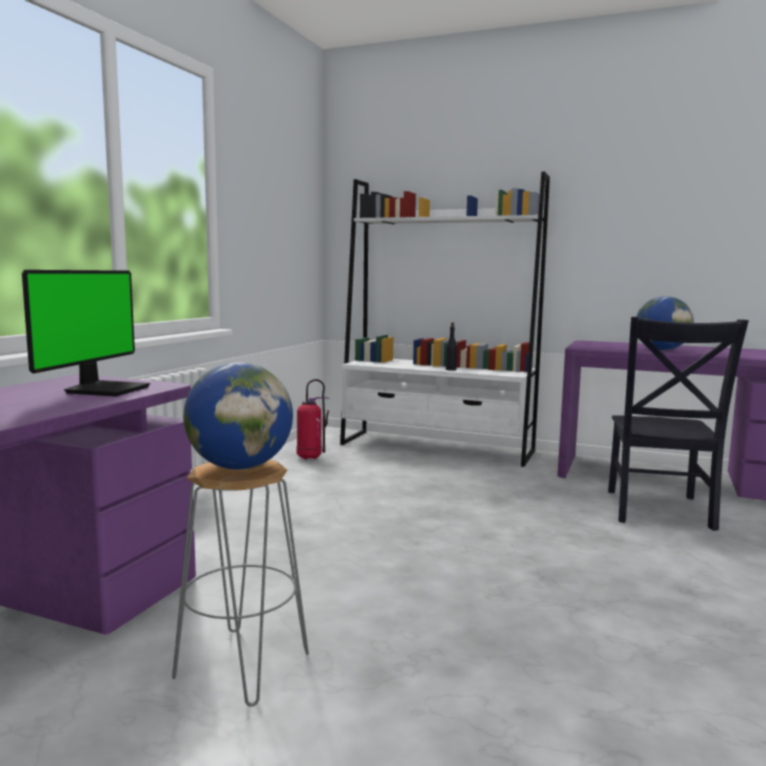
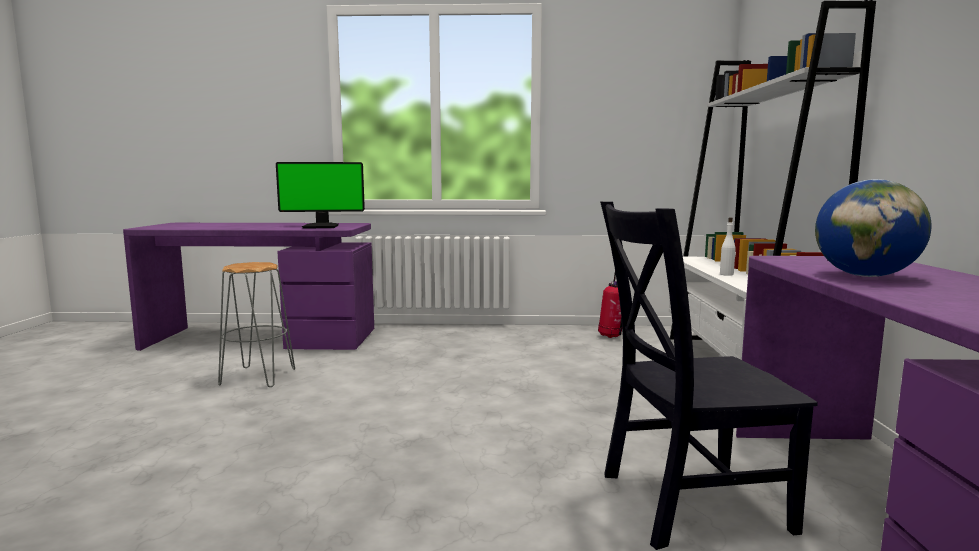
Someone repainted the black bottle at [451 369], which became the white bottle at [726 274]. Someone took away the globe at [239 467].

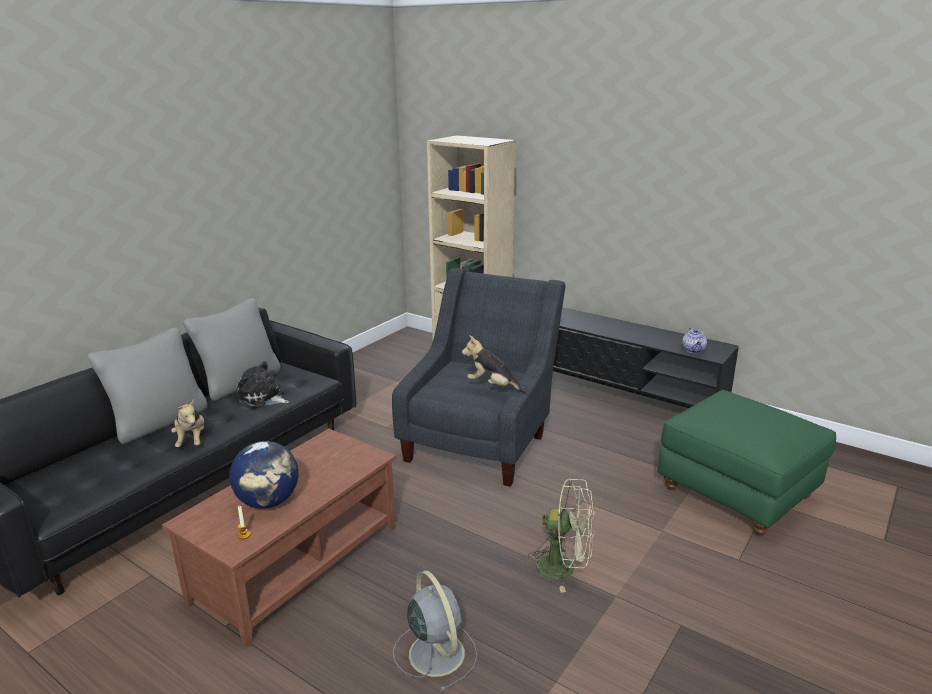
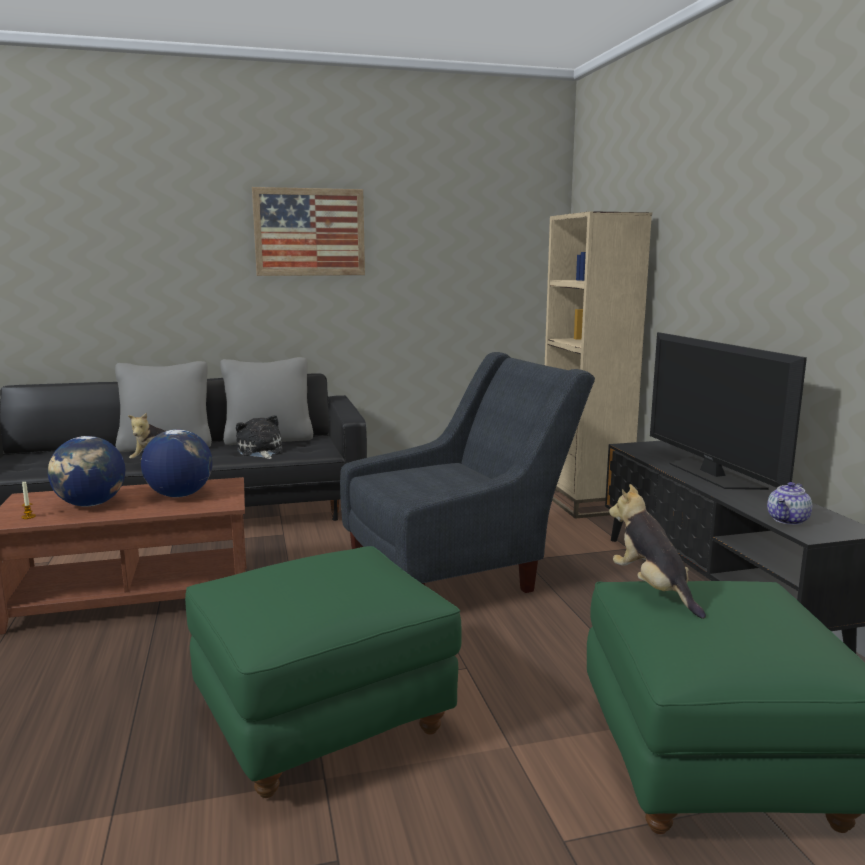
Someone put down the globe at [179 495]. Someone swapped the green fan at [564 568] for the green ottoman at [323 719]. Someone put up the picture at [309 232]. Someone carried the plush toy from [492 386] to [652 589]. Someone put down the television at [712 474]. Someone took away the grey fan at [435 652].

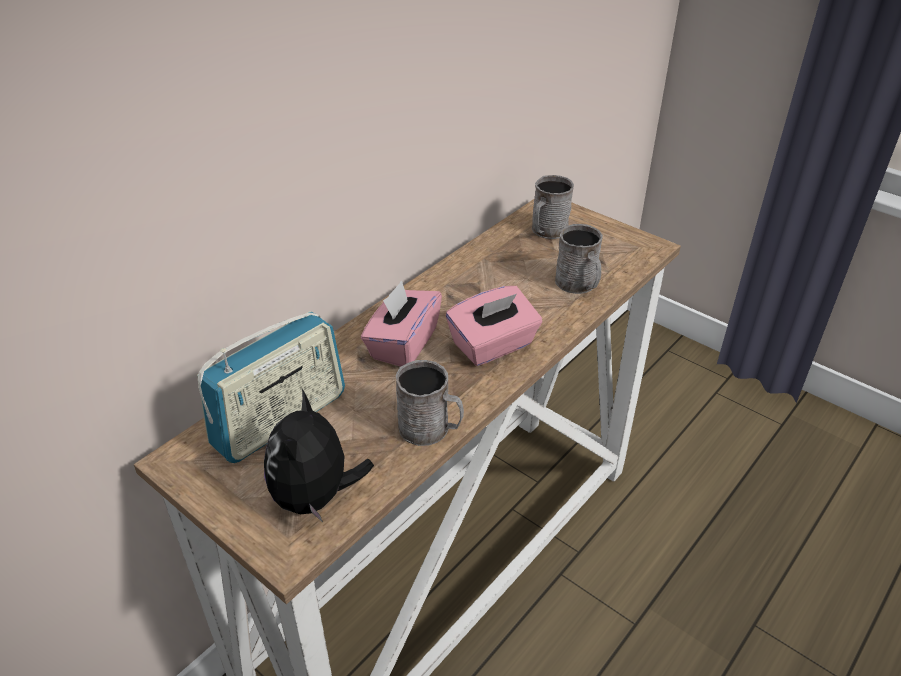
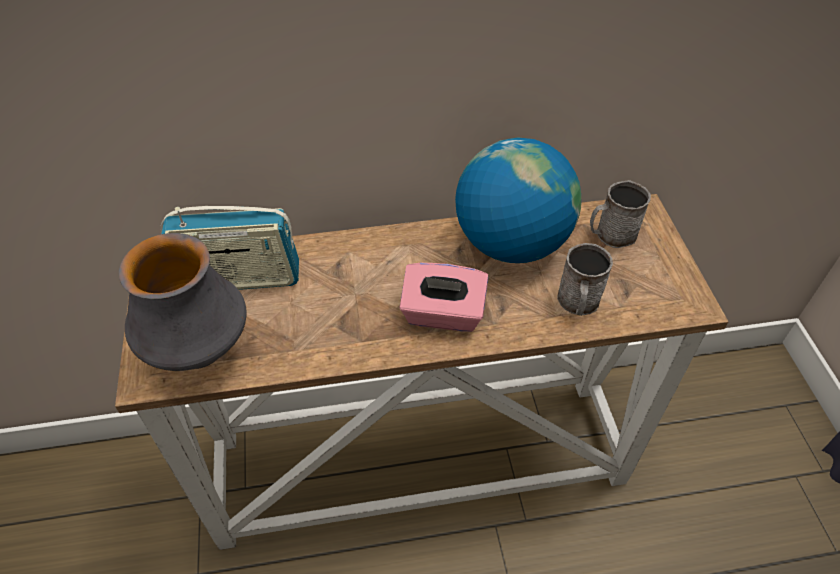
Someone swapped the plush toy at [316 497] for the vase at [199 352]. Someone put down the globe at [510 244]. Someone took away the pink tissue box at [403 344]. Someone took away the grey mug at [430 429].

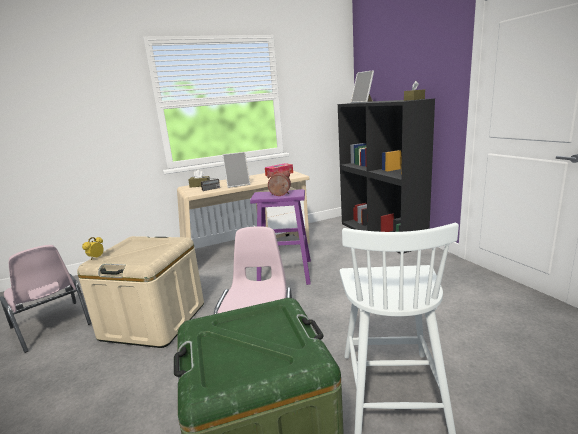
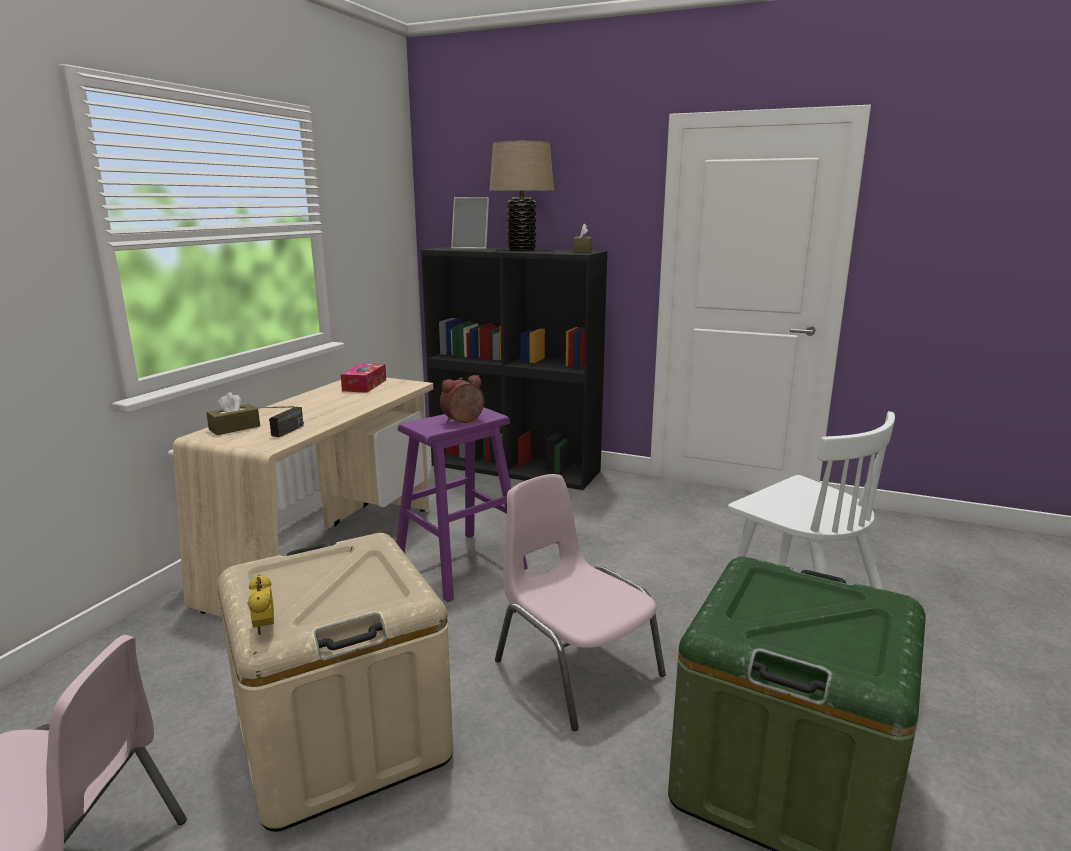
Someone put down the beige table lamp at [522 250]. Someone took away the picture frame at [238 184].

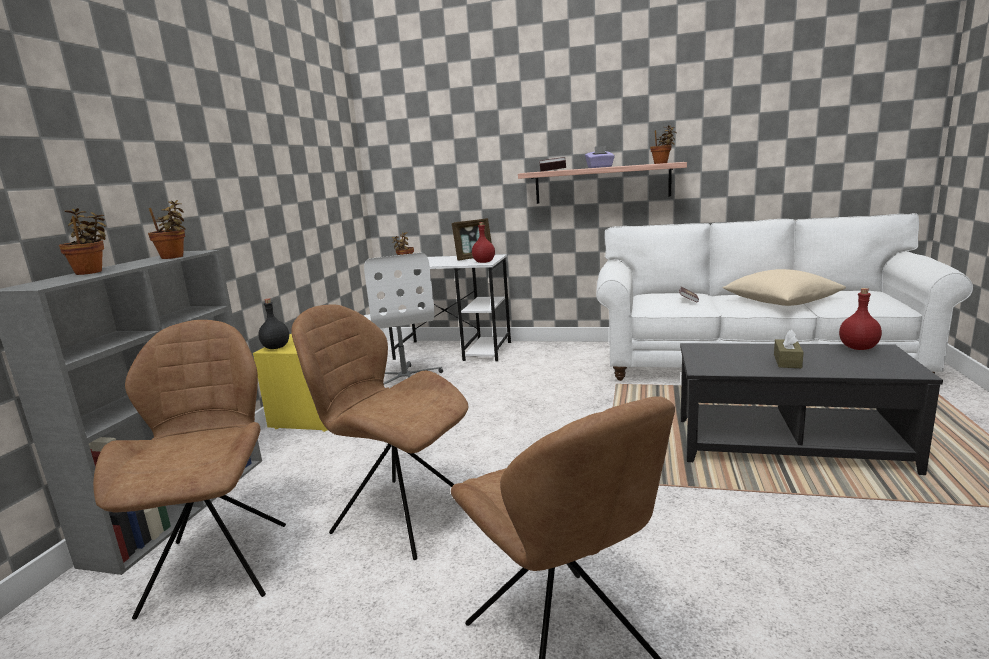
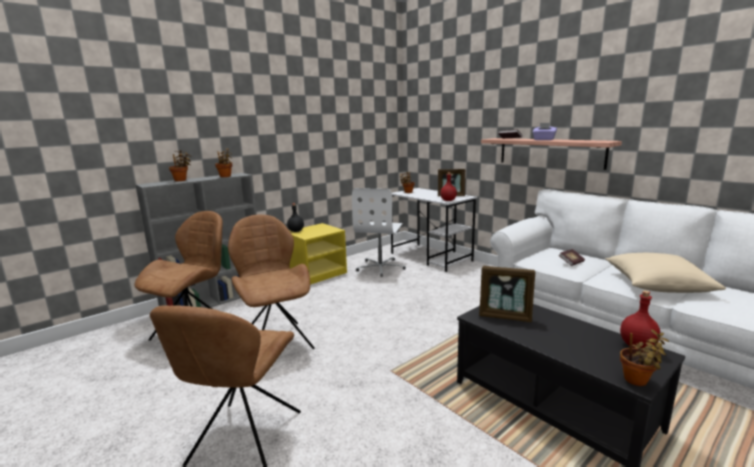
Someone put down the picture frame at [505 316]. Someone carried the potted plant from [662 163] to [638 381]. Someone took away the brown tissue box at [787 361].

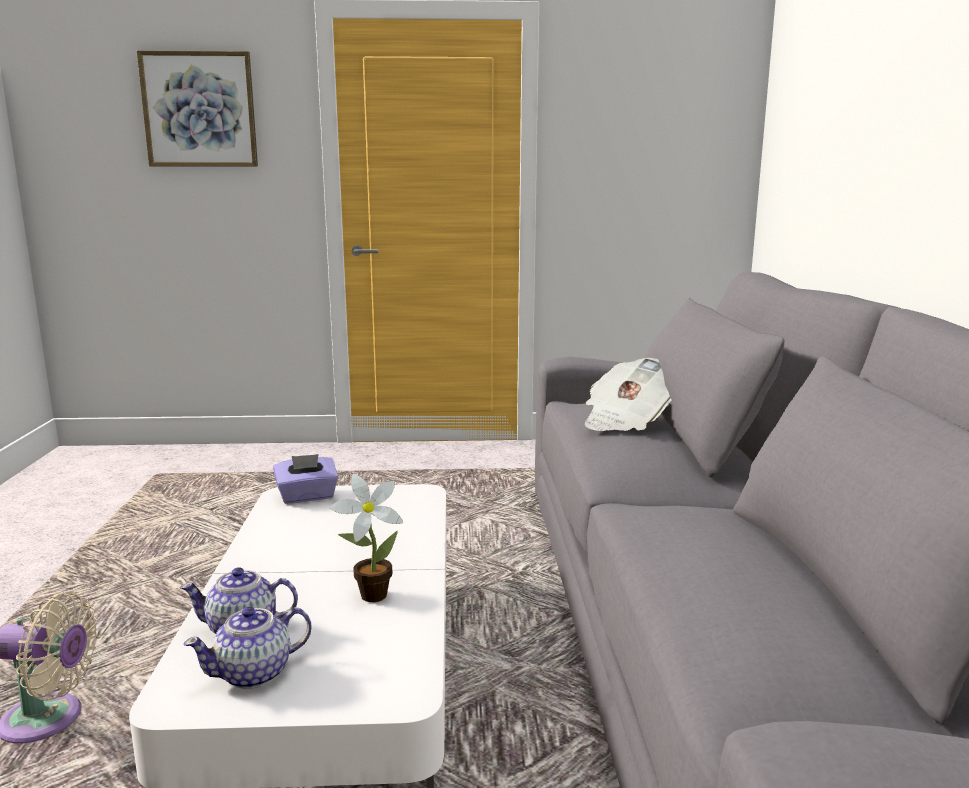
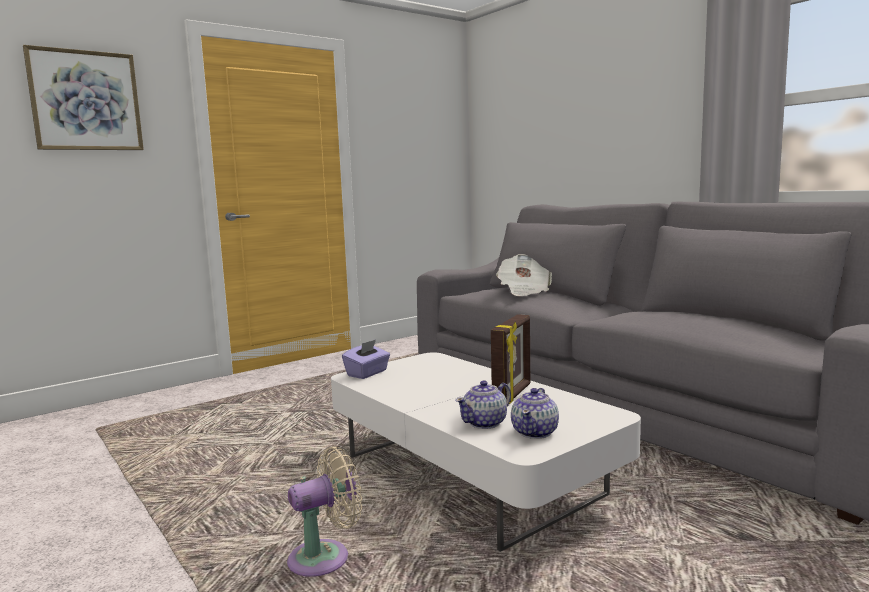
Someone swapped the potted plant at [369 595] for the picture frame at [513 395].

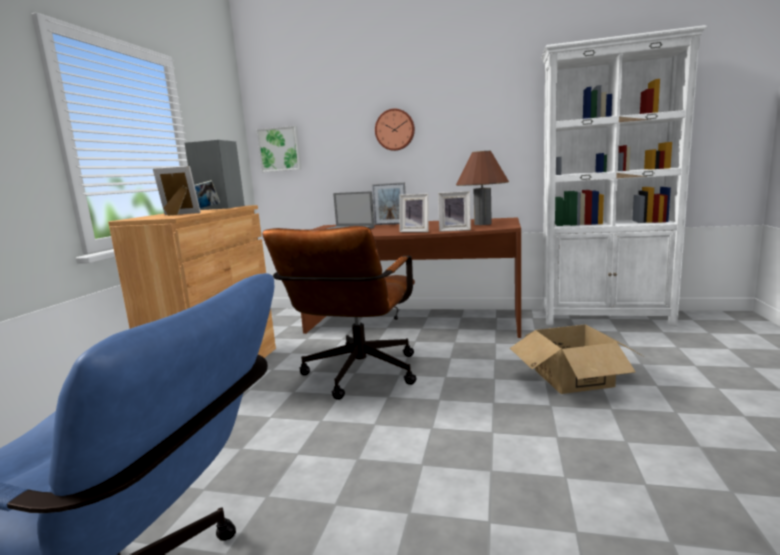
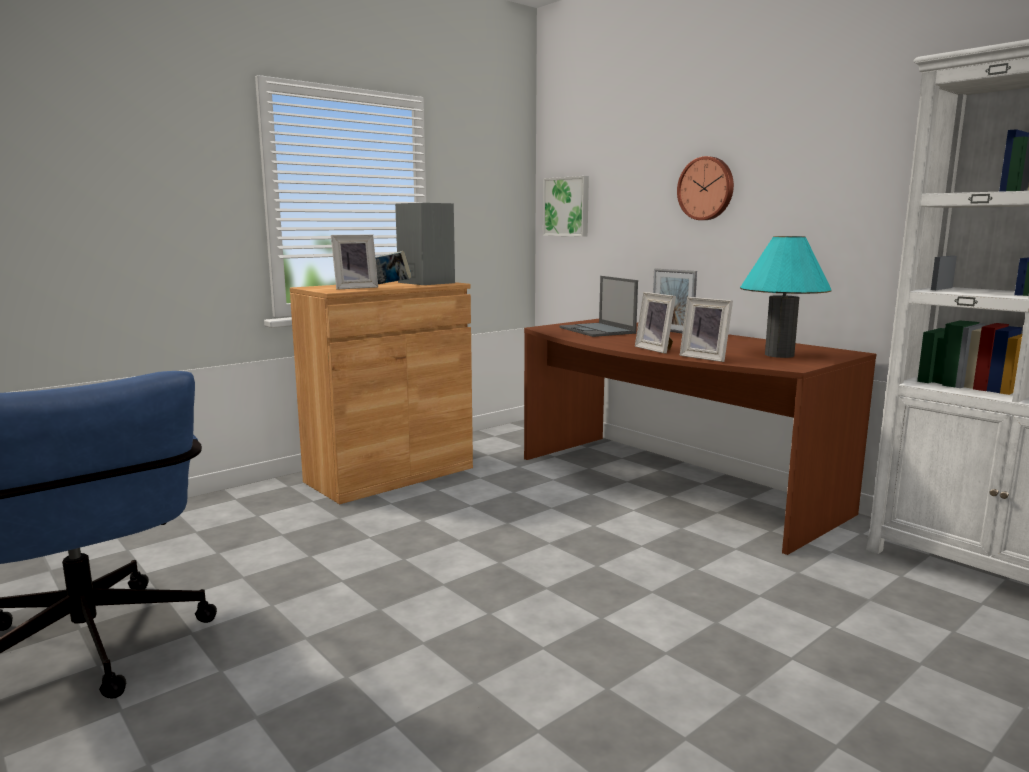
Someone rotated the picture frame at [178 214] by 105 degrees clockwise. Someone repainted the brown table lamp at [482 224], which became the turquoise table lamp at [779 355]. Someone took away the brown office chair at [357 377]. Someone took away the cardboard box at [572 378].

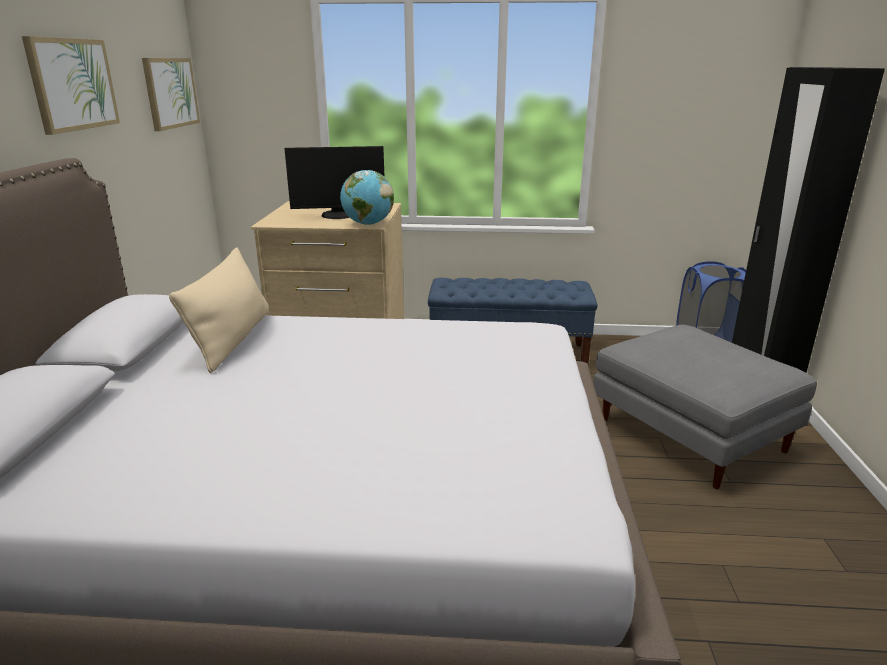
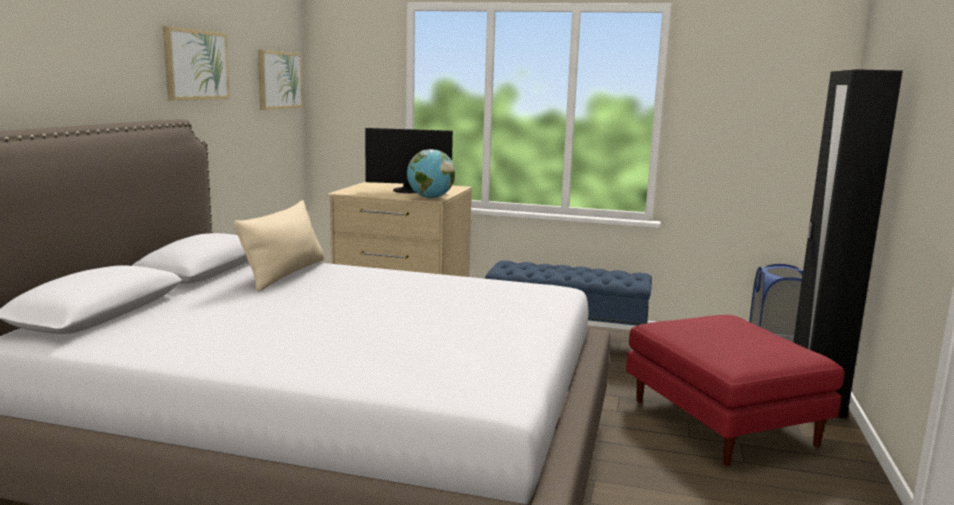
Someone repainted the grey ottoman at [688 434], which became the red ottoman at [720 421].

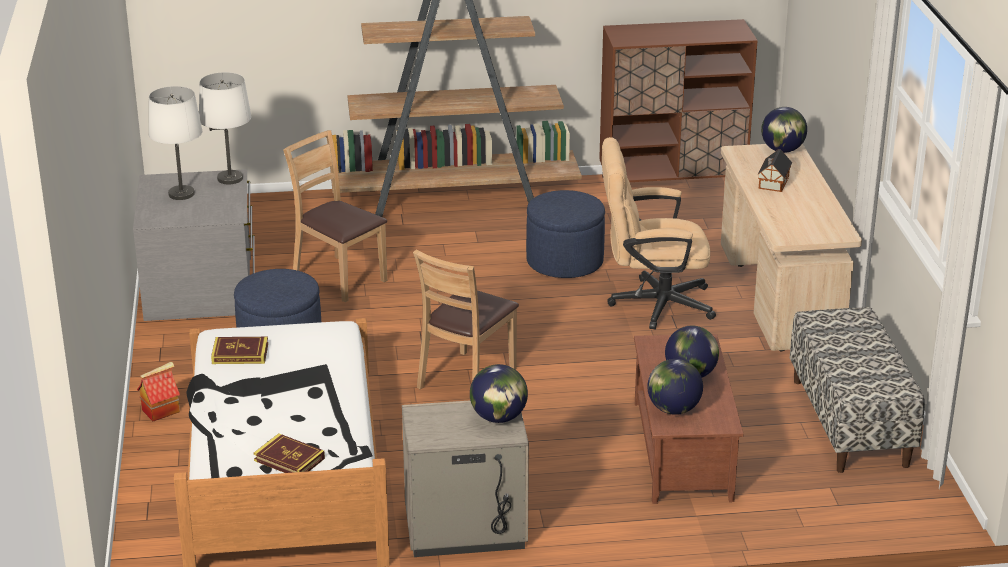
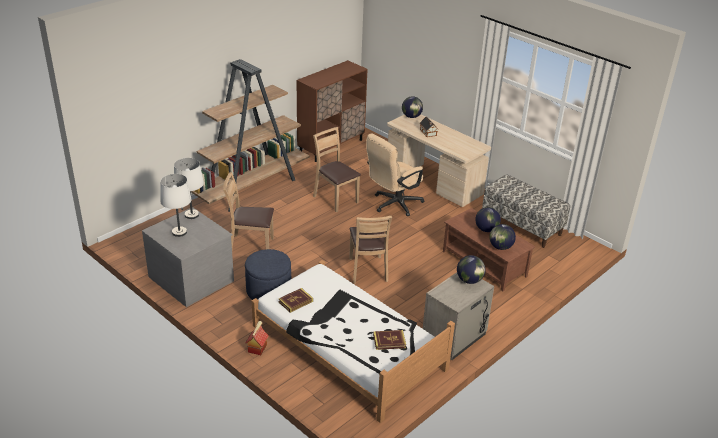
Someone swapped the blue ottoman at [564 261] for the brown chair at [335 199].

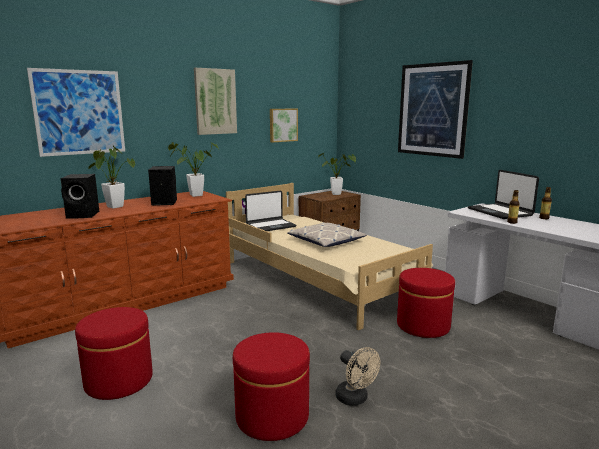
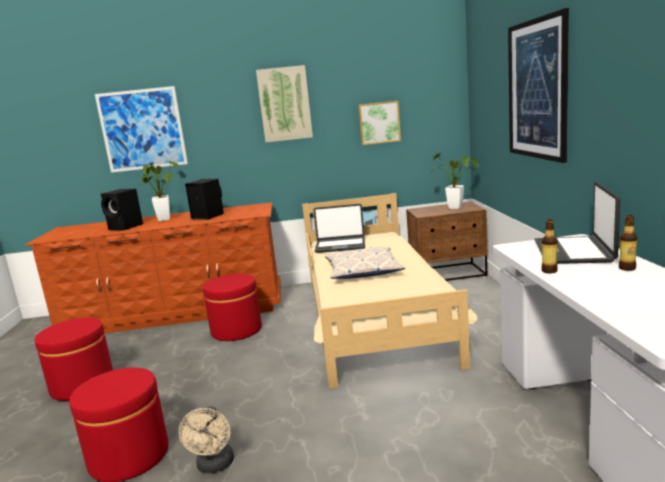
Someone carried the red ottoman from [423 325] to [236 330]. Someone took away the potted plant at [193 195].

